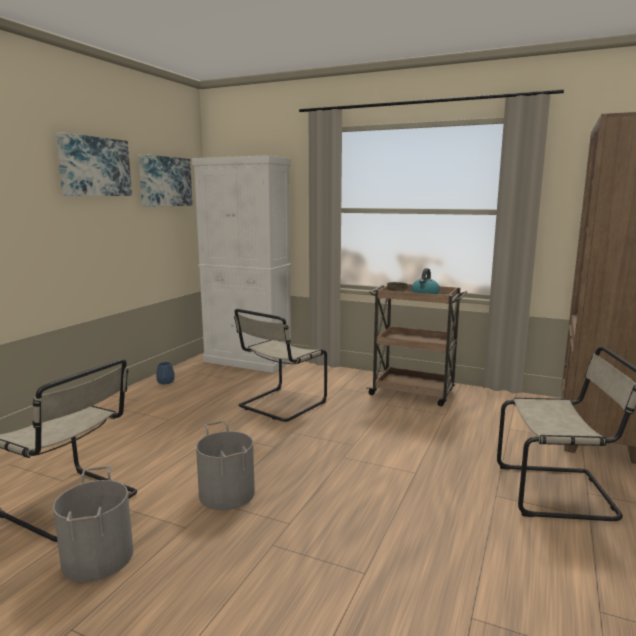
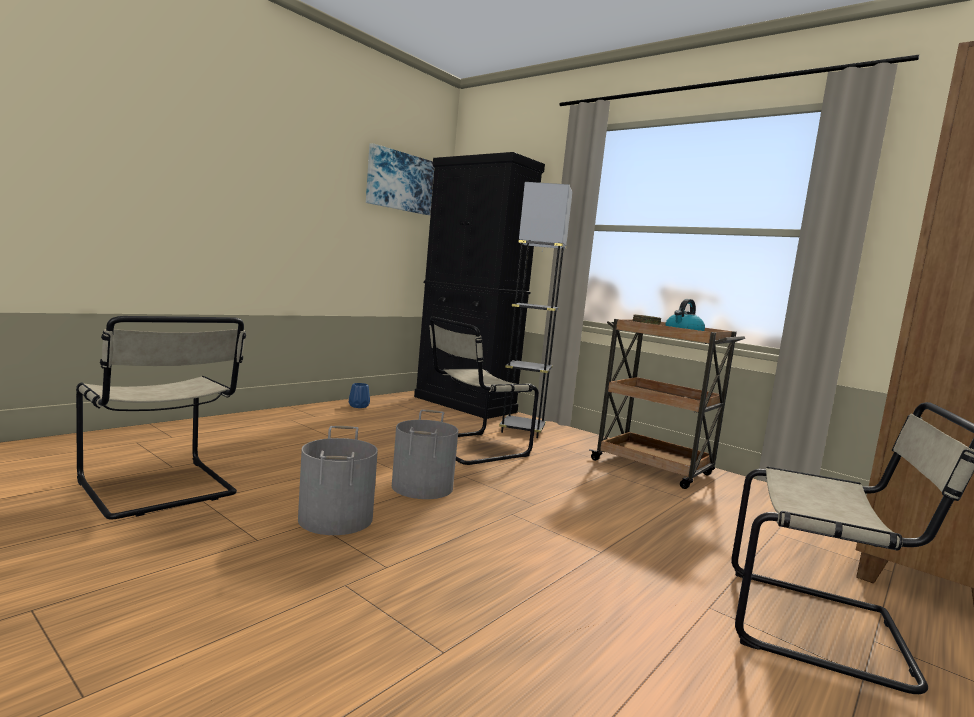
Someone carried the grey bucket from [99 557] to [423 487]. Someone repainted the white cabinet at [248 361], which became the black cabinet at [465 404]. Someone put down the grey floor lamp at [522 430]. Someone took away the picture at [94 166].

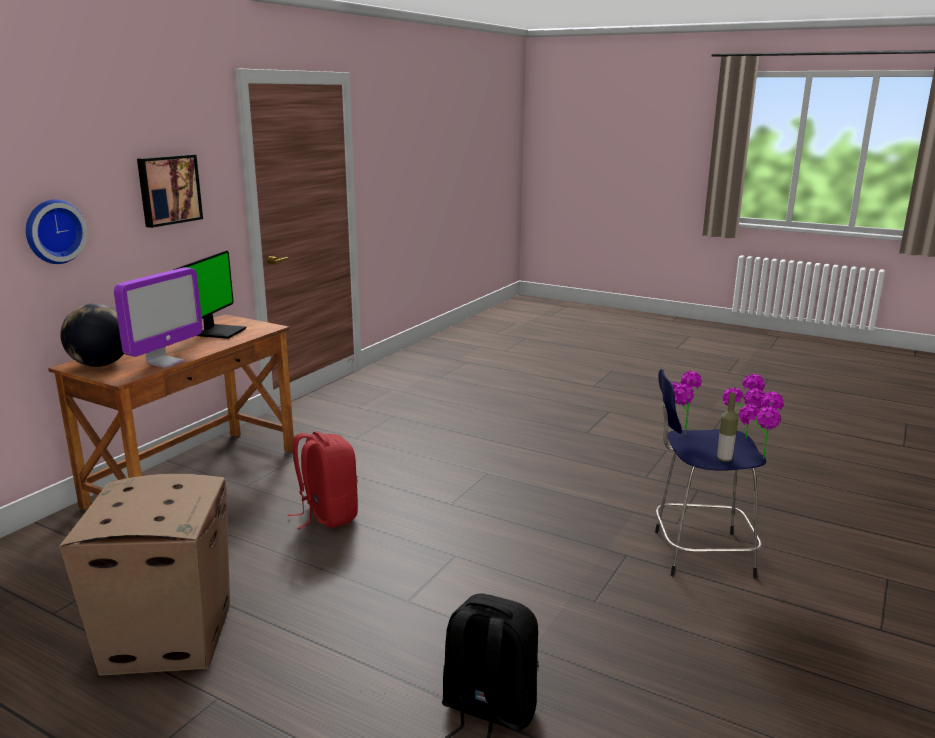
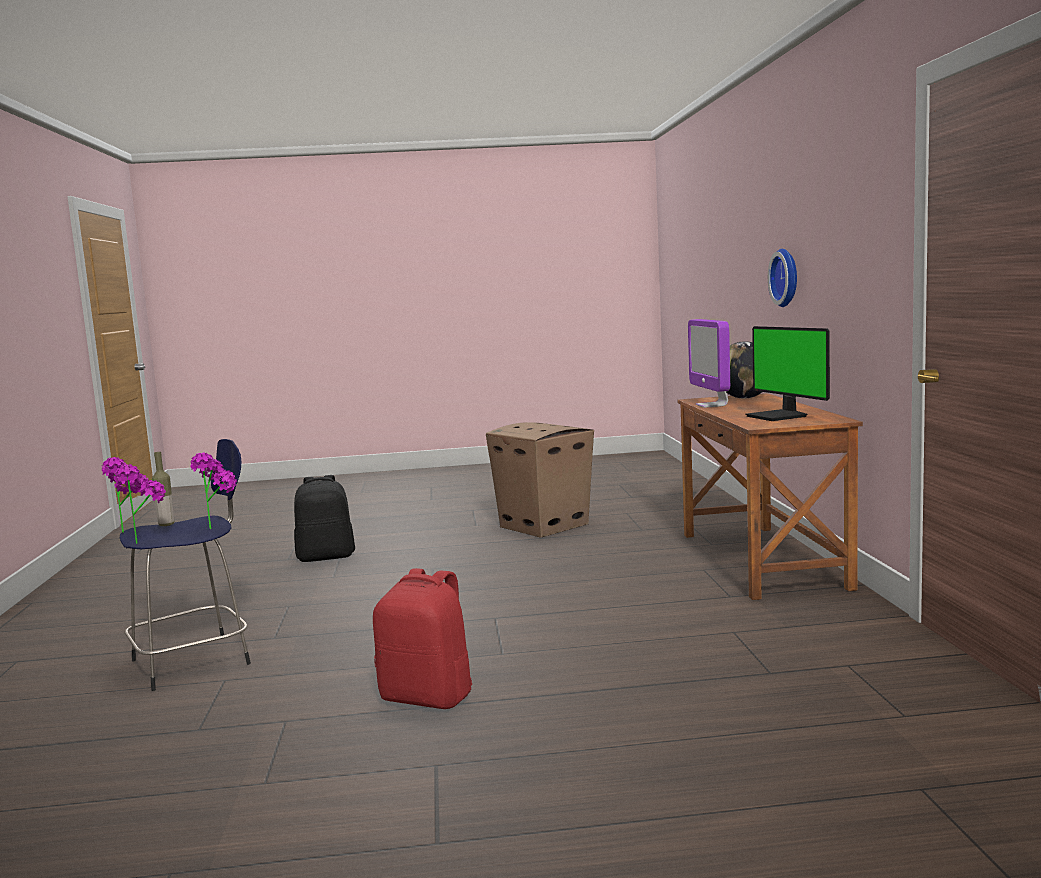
Someone carried the red backpack from [327 515] to [428 697]. Someone took away the picture at [168 189].

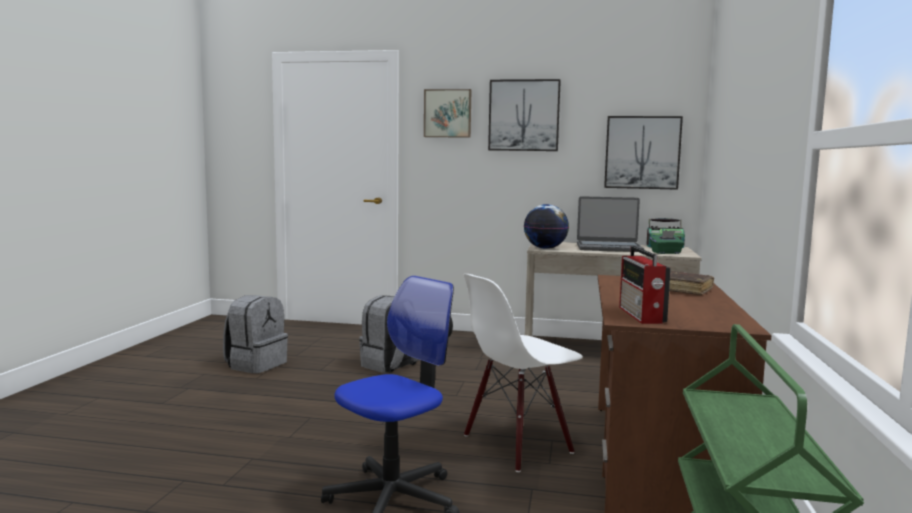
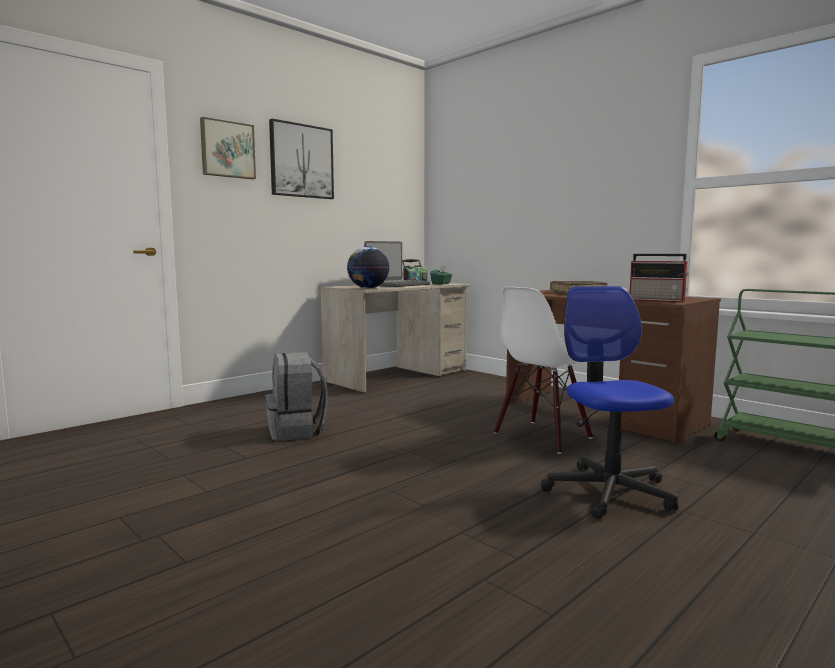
Someone rotated the white chair at [517 445] by 45 degrees clockwise. Someone took away the grey backpack at [256 365]. Someone took away the picture at [642 152].

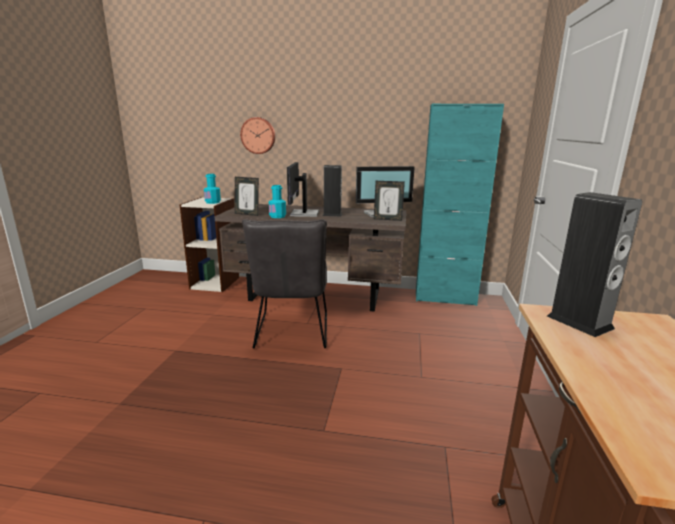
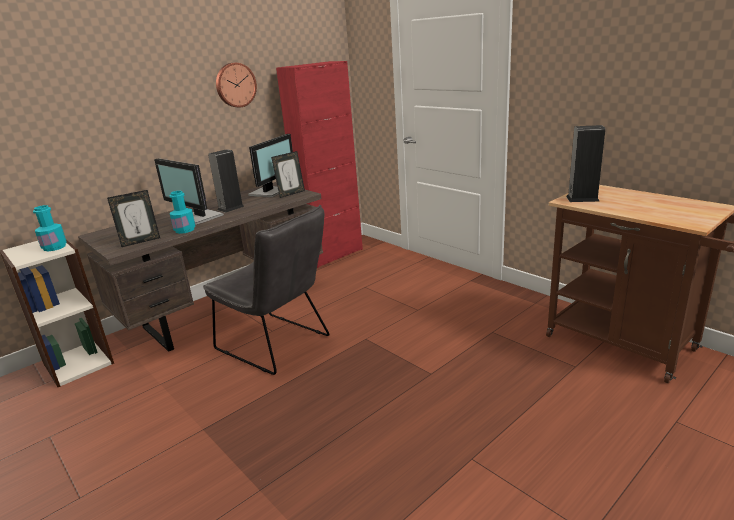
Someone carried the wall clock from [258 135] to [235 85]. Someone repainted the turquoise cabinet at [445 298], which became the red cabinet at [333 255].

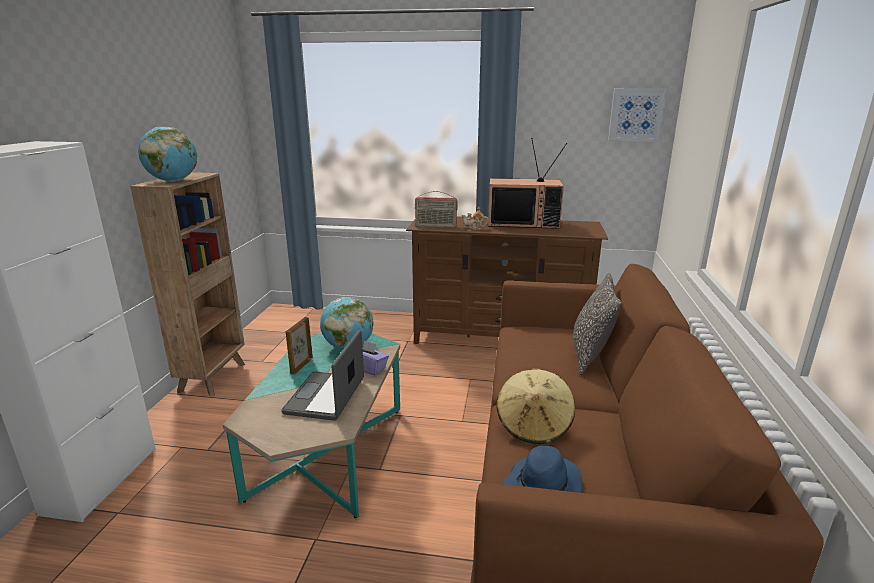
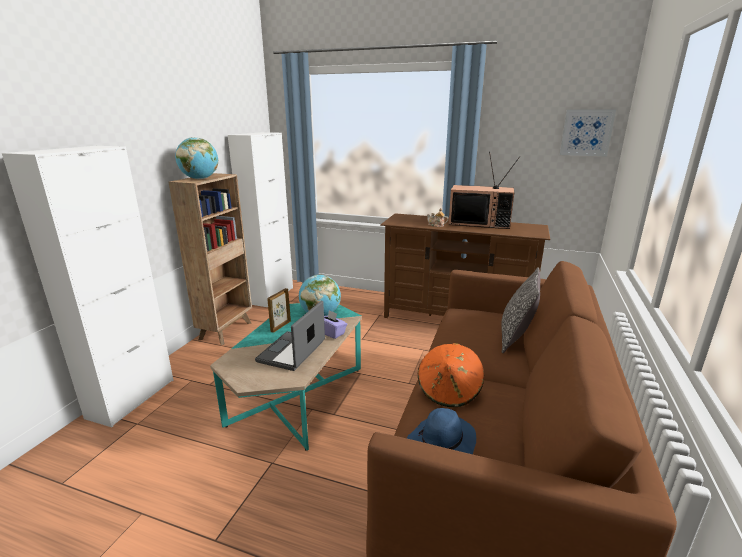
Someone put down the white cabinet at [271 295]. Someone repainted the beige hat at [534 425], which became the orange hat at [449 391]. Someone took away the radio at [436 226].

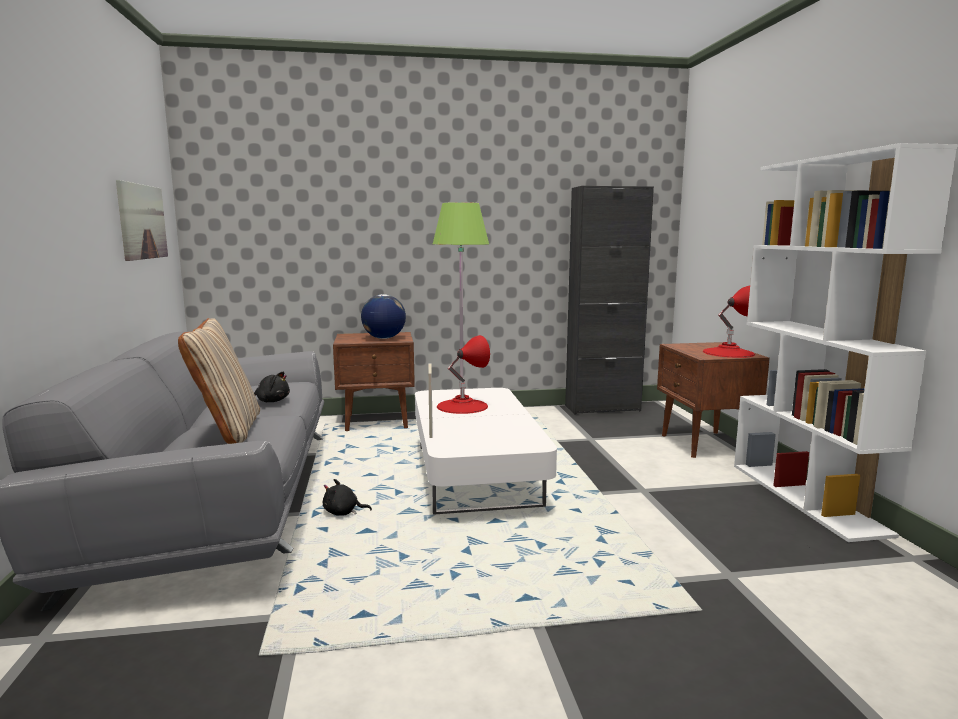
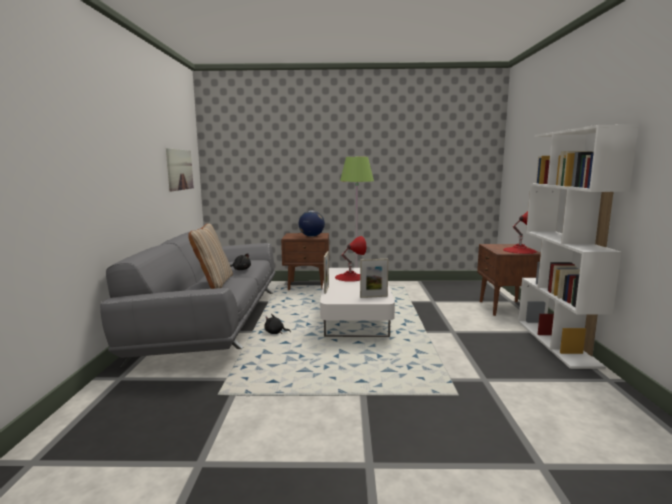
Someone put down the picture frame at [373 297]. Someone took away the black cabinet at [602 408].

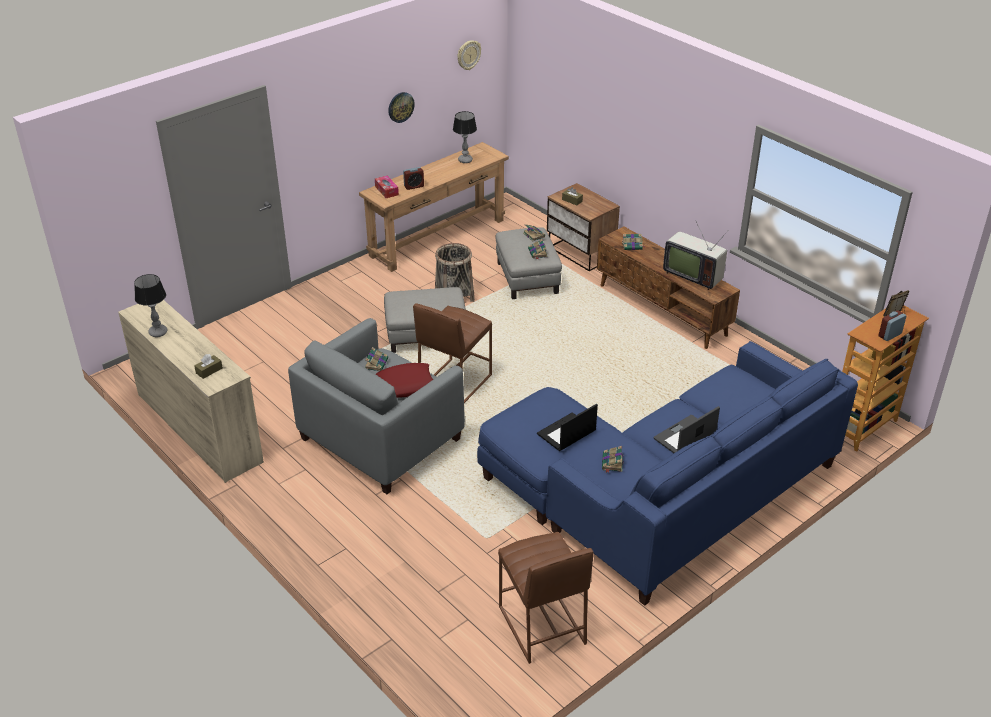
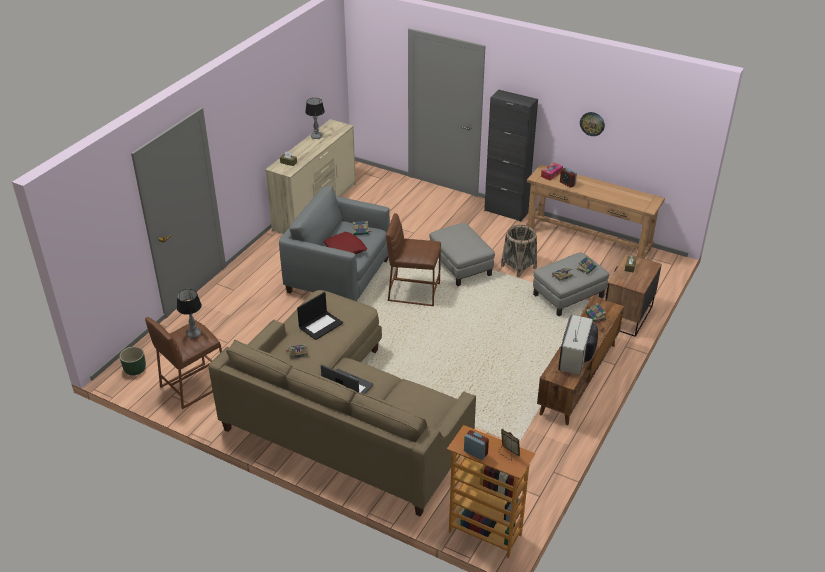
Someone put down the green planter at [135 369]. Someone carried the table lamp from [465 160] to [194 334]. Someone repainted the blue sofa at [662 492], which became the beige sofa at [343 419]. Someone rotated the laptop at [566 433] by 105 degrees clockwise. Someone put down the black cabinet at [506 211]. Someone took away the wall clock at [468 55].

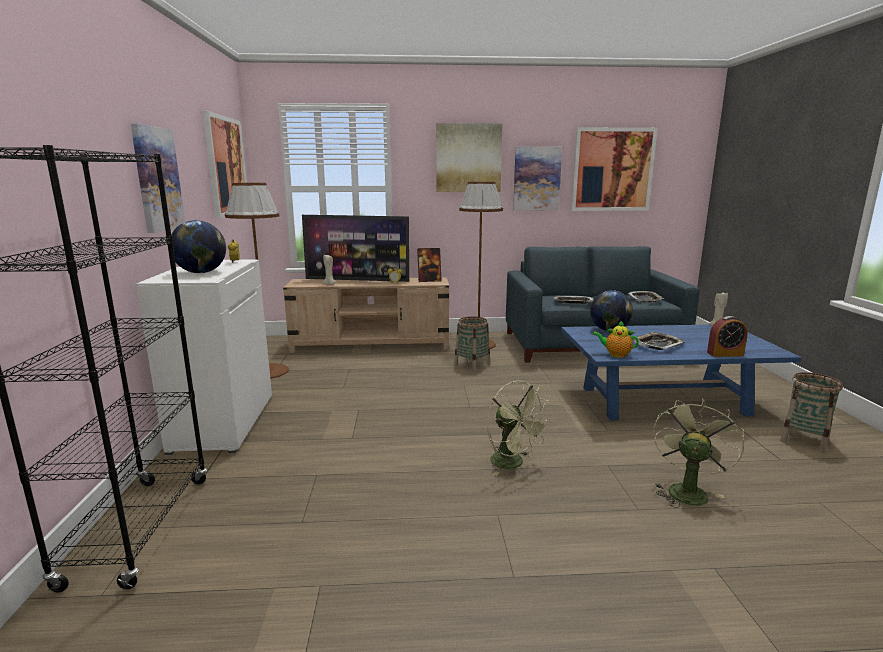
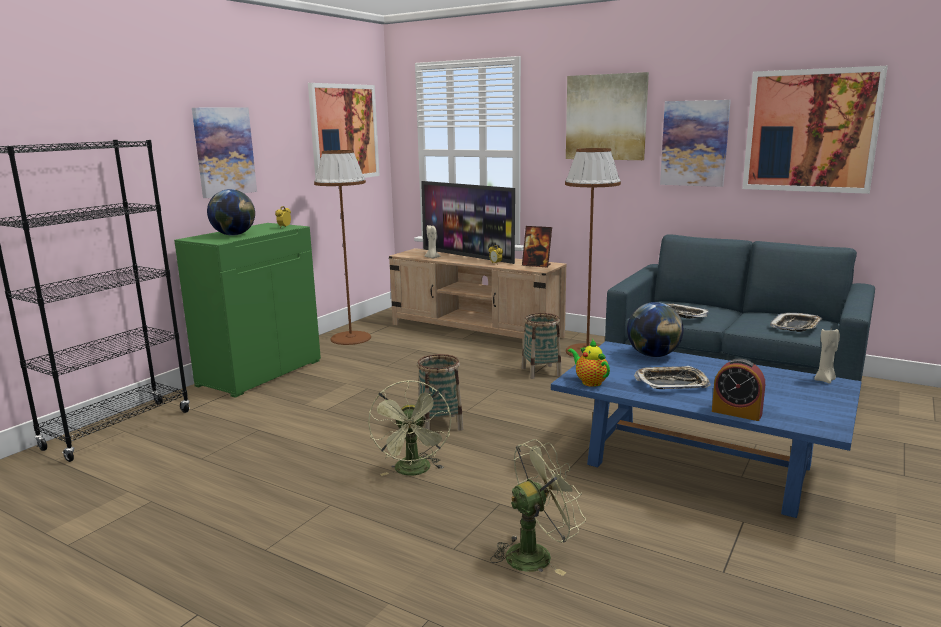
Someone repainted the white cabinet at [223 422], which became the green cabinet at [260 372]. Someone carried the basket from [804 440] to [440 424].

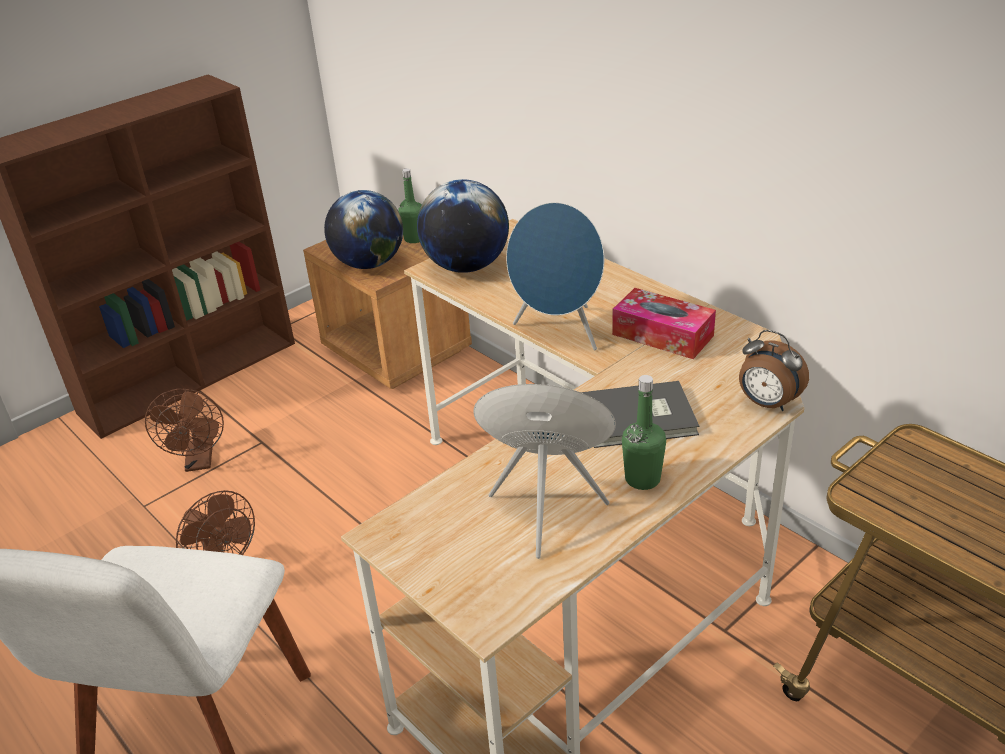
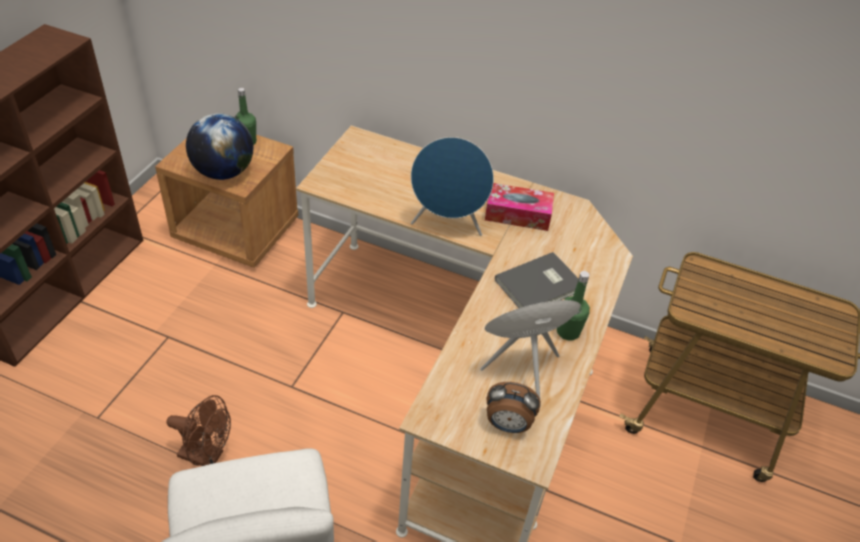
Someone carried the alarm clock from [767 404] to [507 425]. Someone took away the brown fan at [200 462]. Someone took away the globe at [466 266].

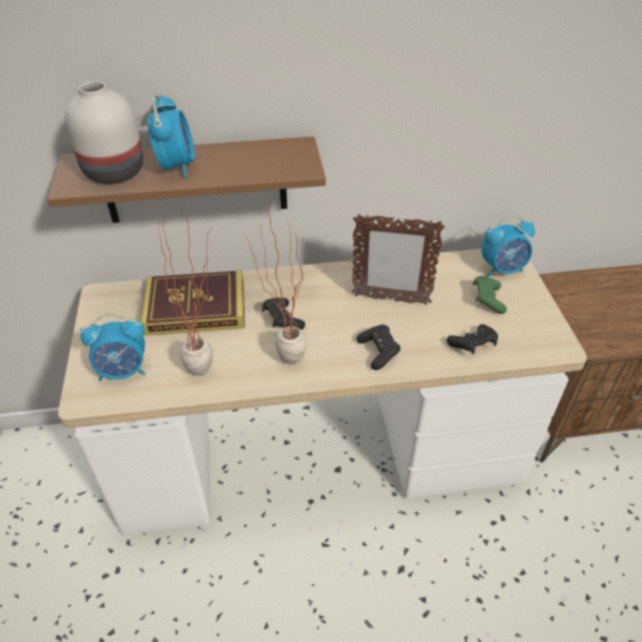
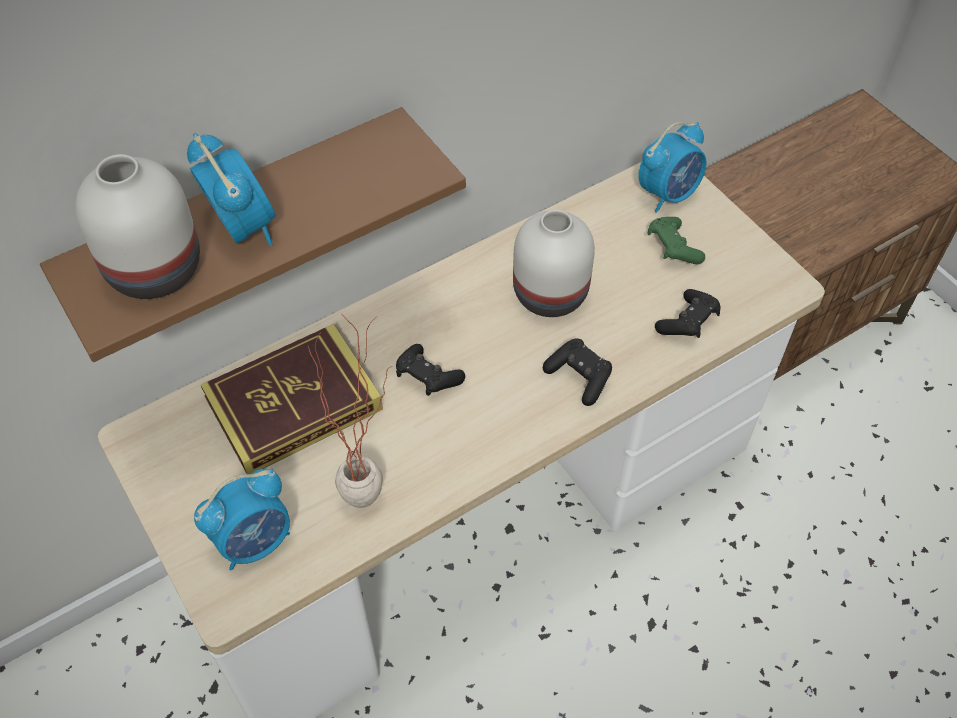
Someone swapped the picture frame at [390 299] for the white vase at [551 292]. Someone took away the potted plant at [282 357].

